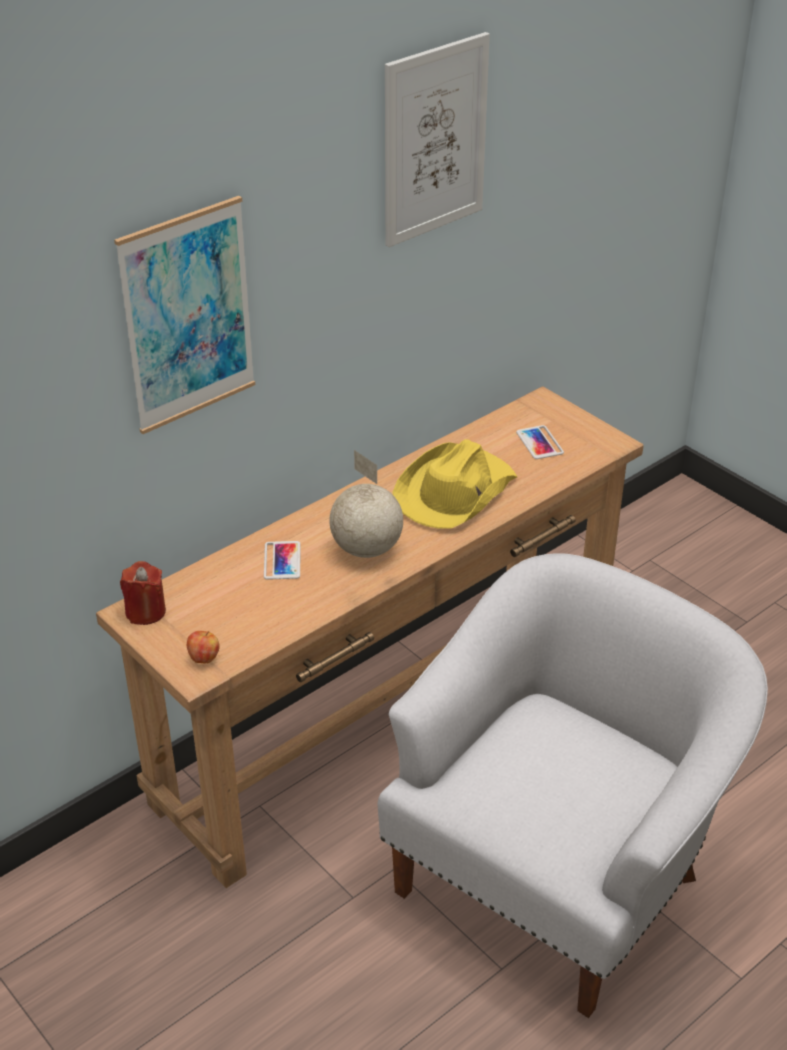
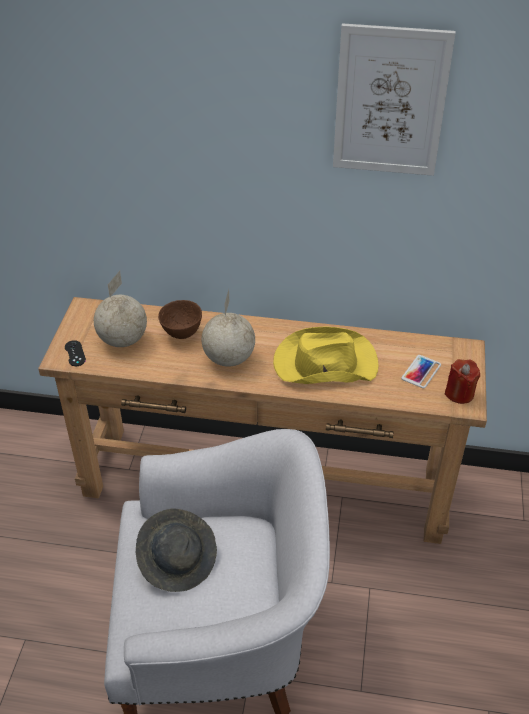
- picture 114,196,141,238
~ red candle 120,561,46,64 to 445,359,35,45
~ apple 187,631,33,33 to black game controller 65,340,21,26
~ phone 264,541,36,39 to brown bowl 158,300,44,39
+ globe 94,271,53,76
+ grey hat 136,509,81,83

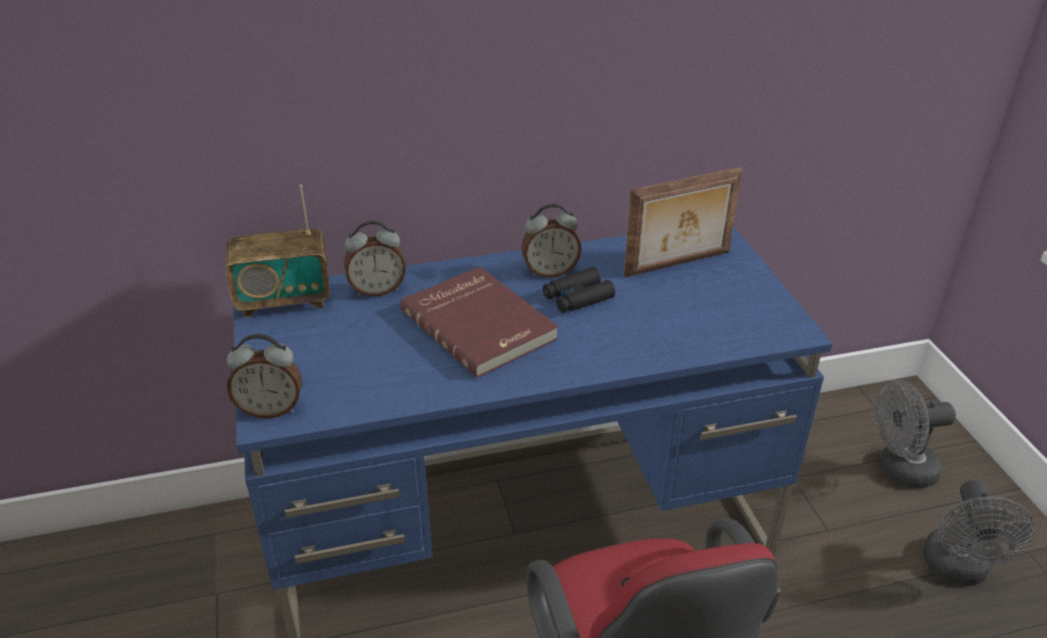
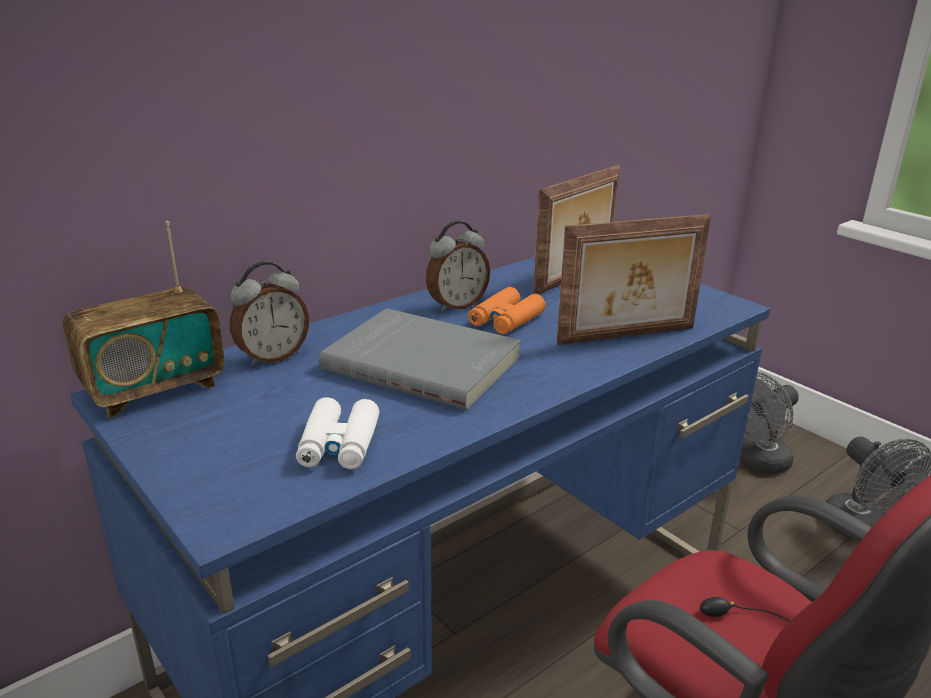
- alarm clock 227,334,75,85
~ red book 400,267,159,111 to grey book 319,308,202,102
~ black binoculars 543,267,72,46 to orange binoculars 468,287,78,47
+ white binoculars 296,397,84,72
+ picture frame 556,214,155,131

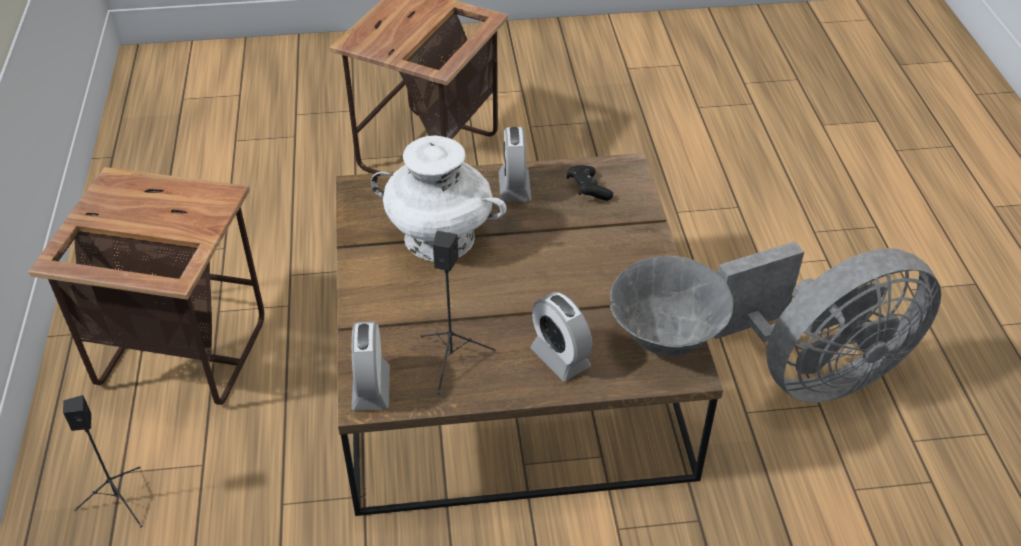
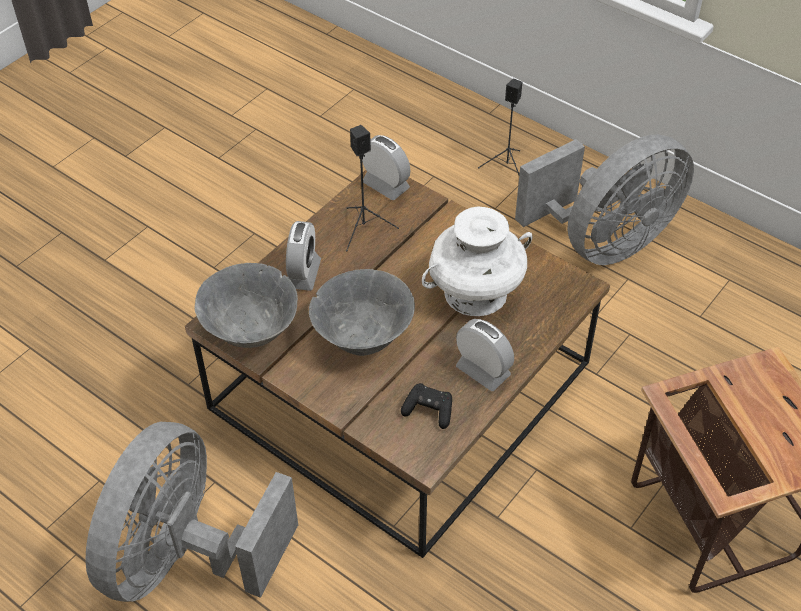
~ side table 28,167,236,238 to grey fan 515,134,179,131
~ alarm clock 530,292,62,89 = 286,221,35,70 90 degrees clockwise
+ grey bowl 309,269,106,87

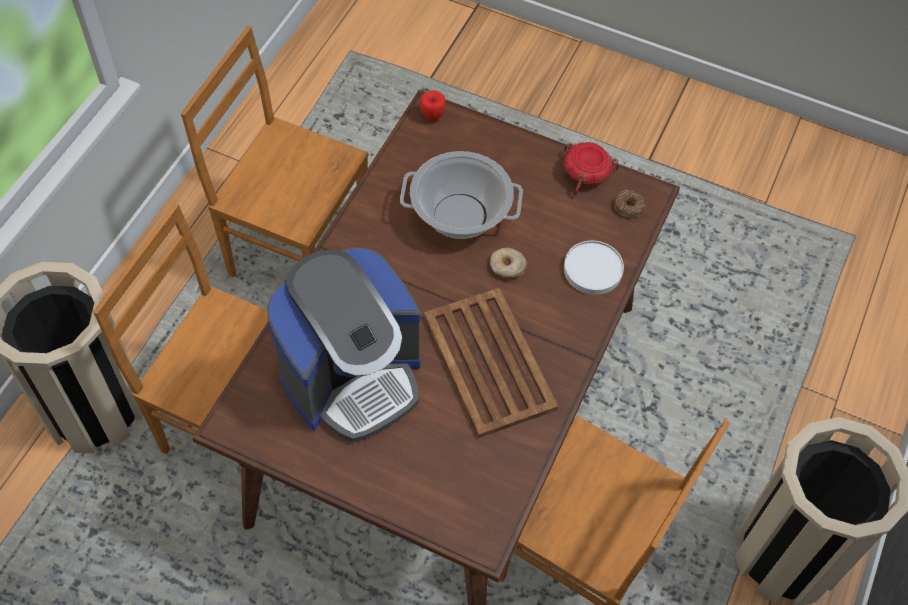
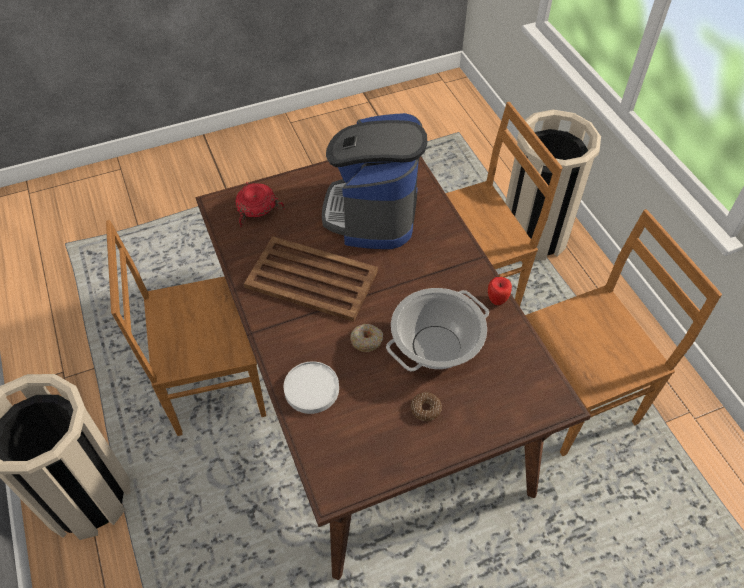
~ apple 420,90,26,31 to 488,277,24,28
~ red bowl 563,142,56,55 to 235,182,50,45
~ donut 614,190,31,27 to 410,392,32,29

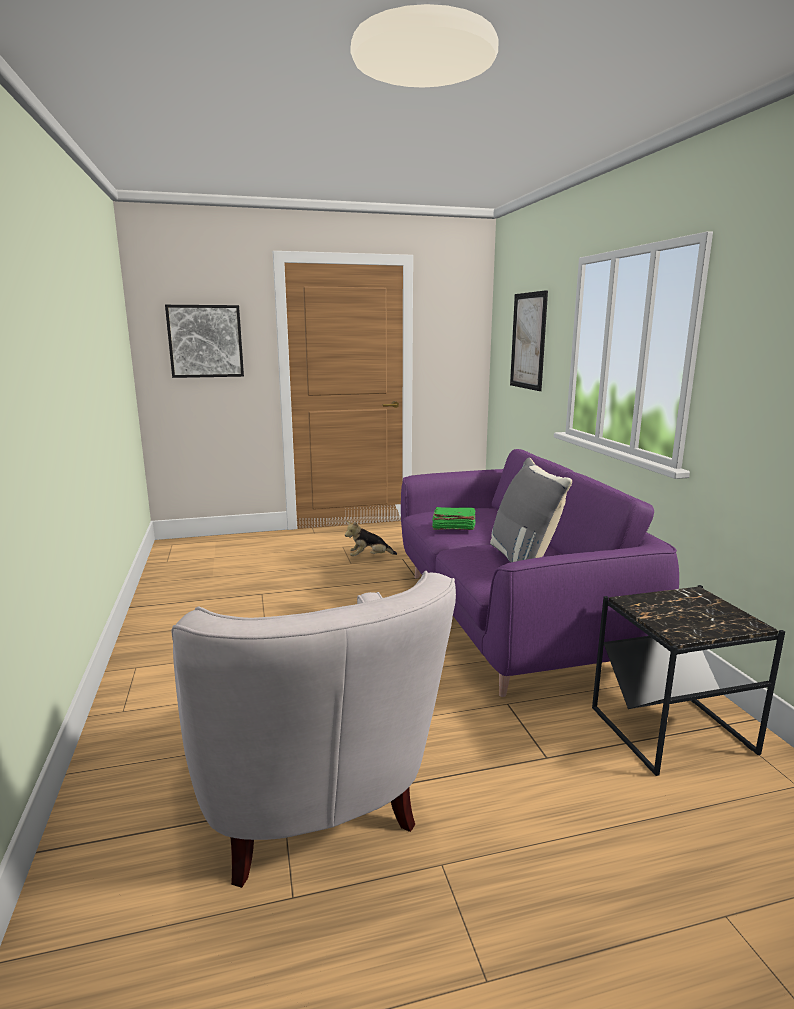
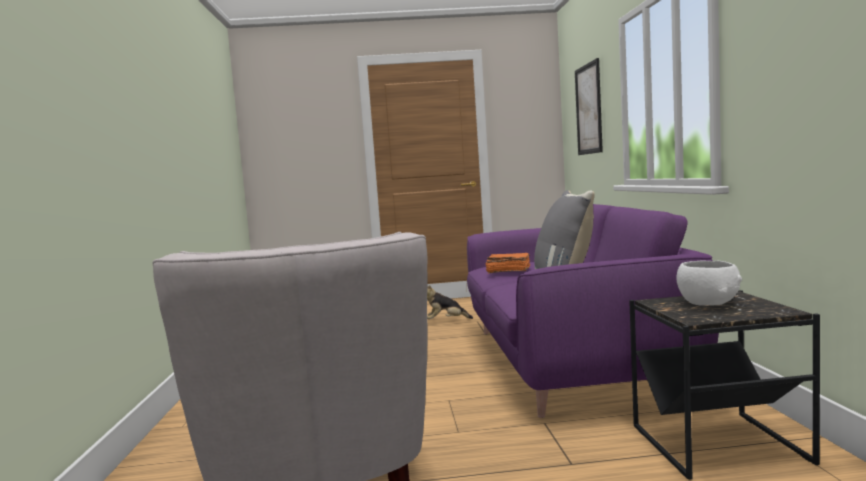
- picture 165,305,79,73
~ green book 432,507,43,23 to orange book 485,253,45,21
+ white bowl 676,260,66,46

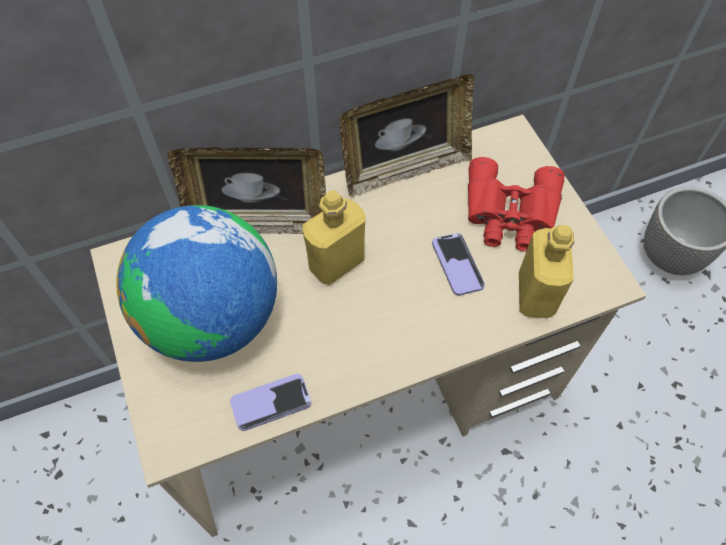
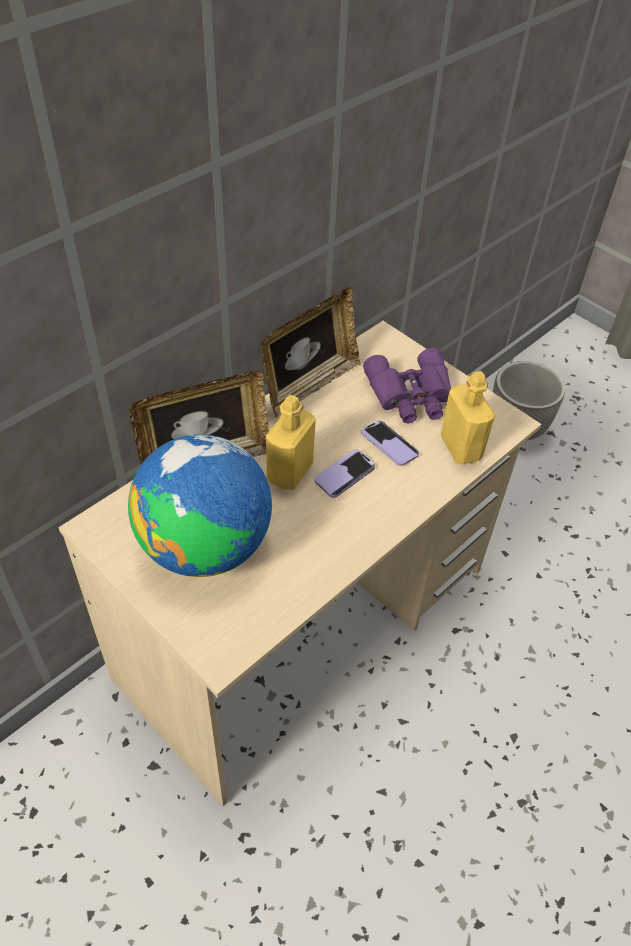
~ phone 230,374,81,57 to 315,449,60,49
~ red binoculars 468,157,96,95 to purple binoculars 363,348,88,76

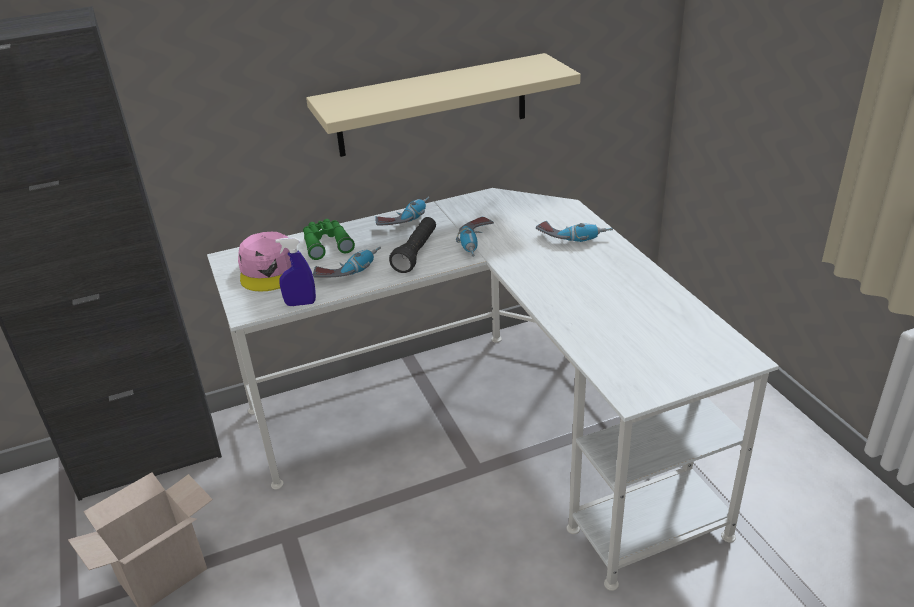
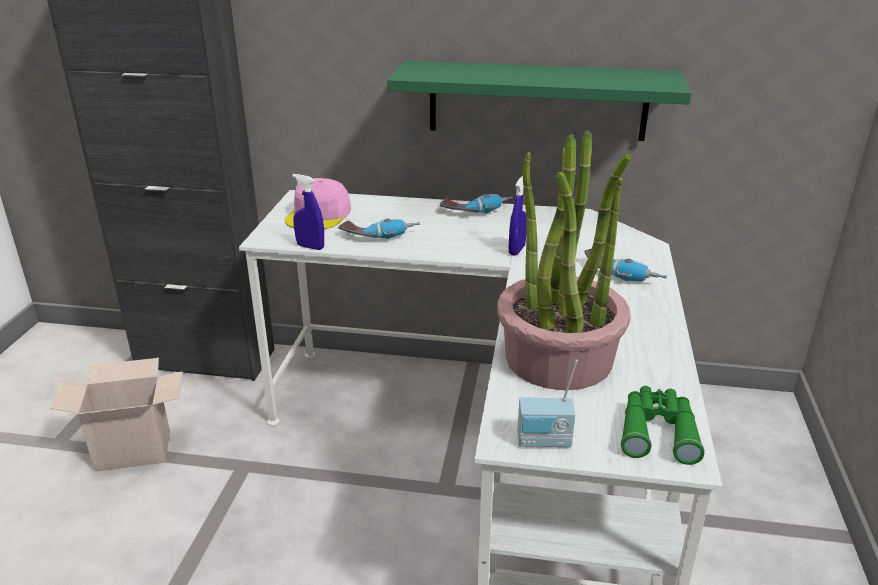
~ green binoculars 303,219,52,41 to 621,386,84,79
~ beige shelf 306,53,275,104 to green shelf 387,61,305,80
- black flashlight 389,217,47,56
~ power drill 456,217,38,40 to blue spray bottle 509,176,17,80
+ potted plant 497,130,134,260
+ radio 517,359,61,88

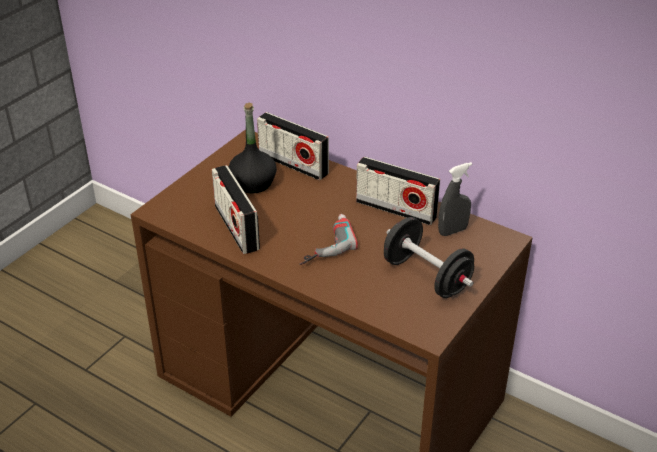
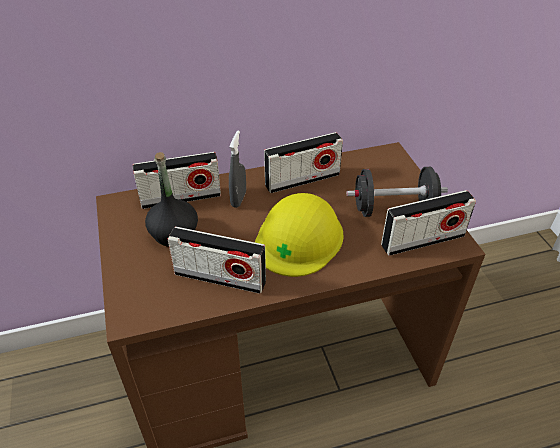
~ power drill 299,214,59,51 to yellow hard hat 255,193,88,84
~ grey spray bottle 438,162,34,74 to 229,131,17,77
+ radio 381,190,95,66

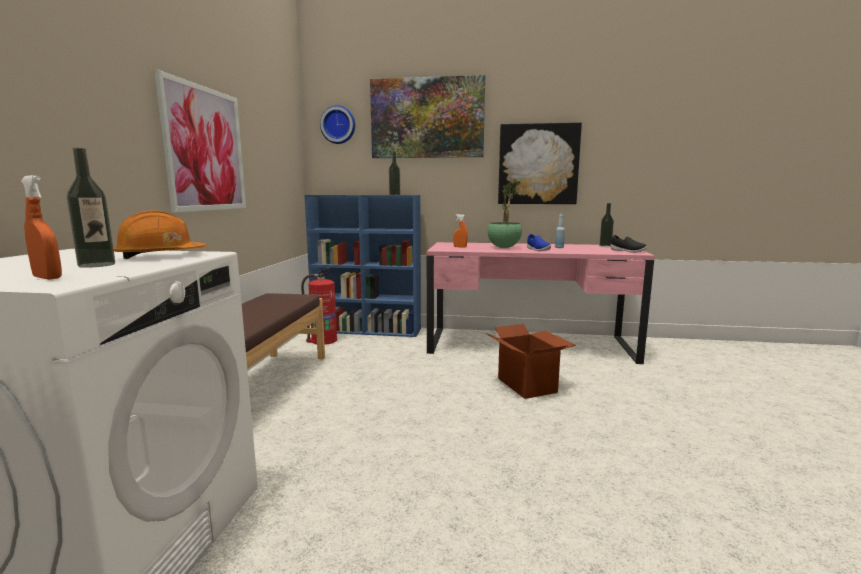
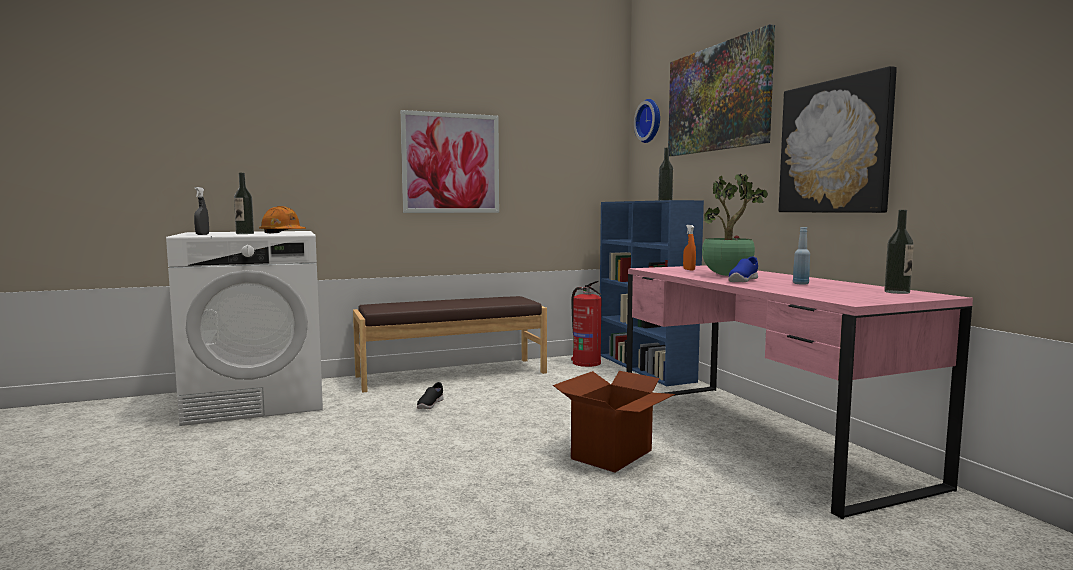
~ orange spray bottle 21,175,41,105 to grey spray bottle 194,187,15,48
~ black shoe 610,235,37,18 to 417,382,27,27

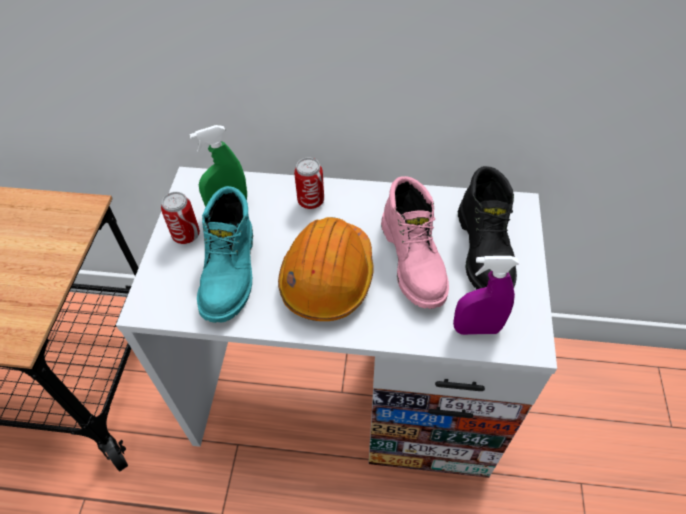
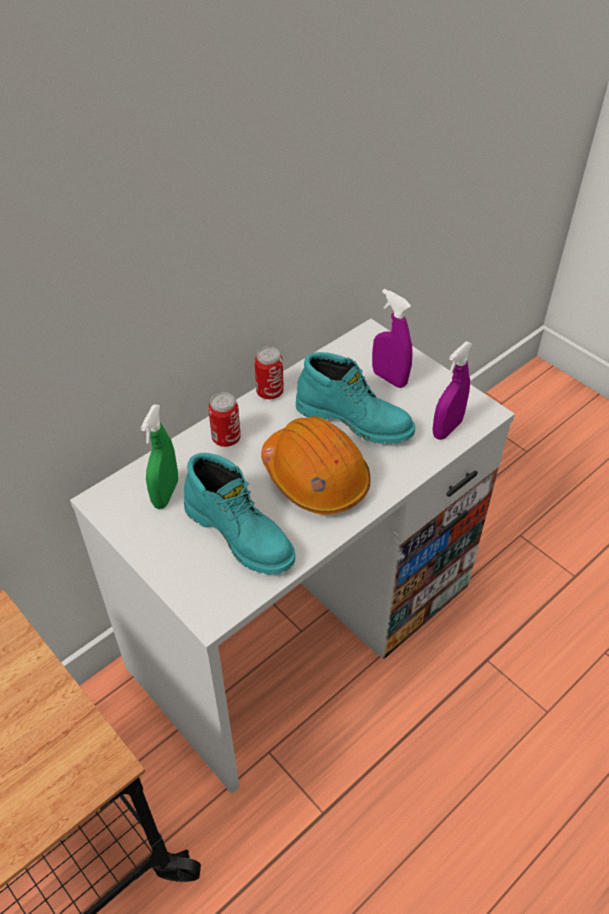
~ can 161,192,39,52 to 254,346,30,54
~ pink boot 381,176,68,133 to turquoise boot 296,352,119,92
~ black boot 458,166,59,123 to purple spray bottle 372,289,41,99

